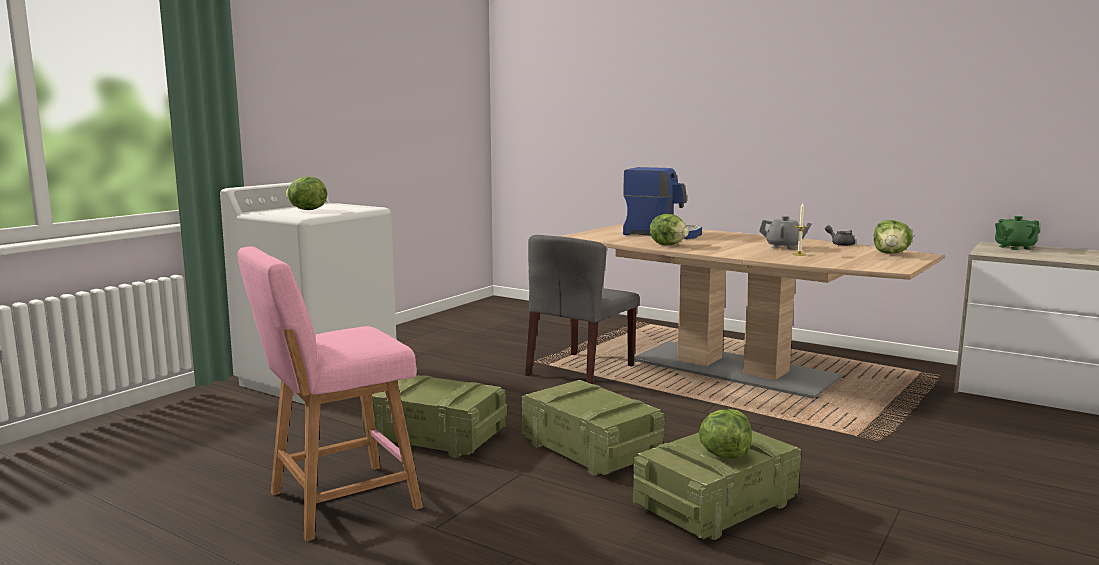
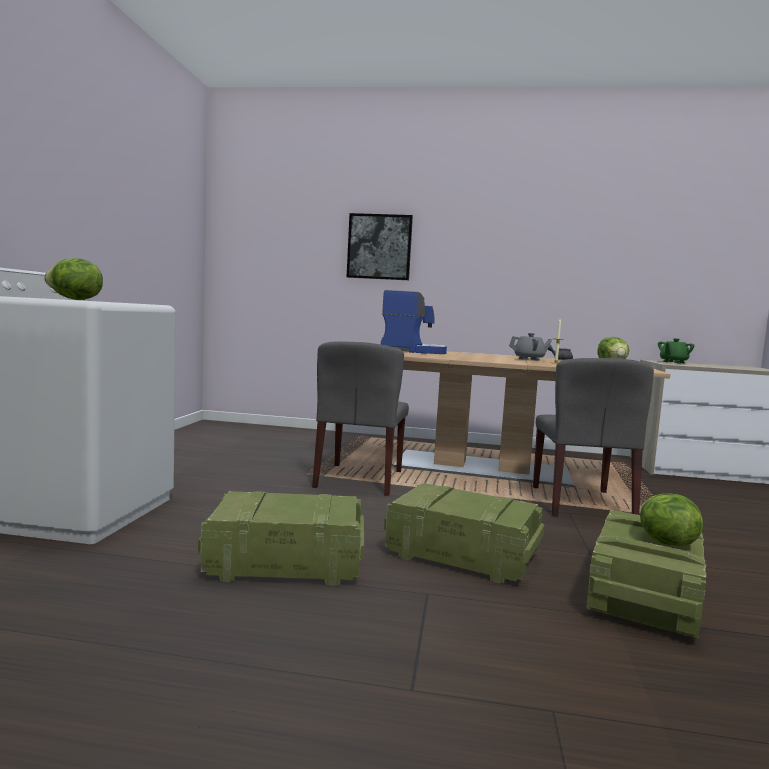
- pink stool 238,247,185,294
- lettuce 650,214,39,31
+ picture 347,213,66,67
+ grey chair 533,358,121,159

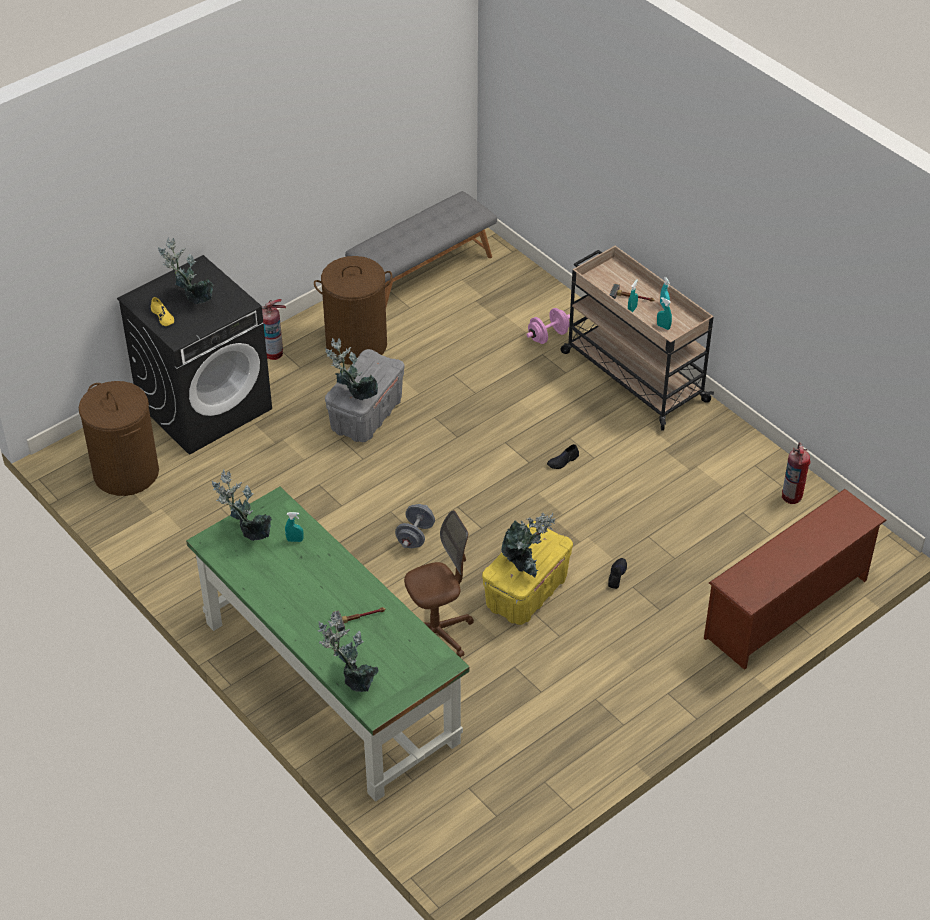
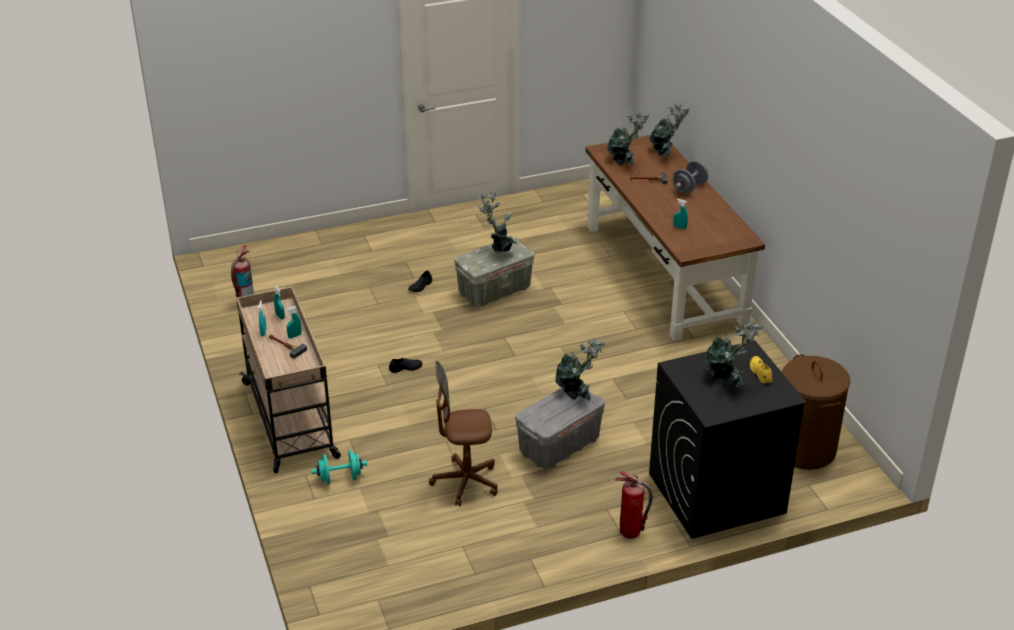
~ green desk 186,487,284,315 to brown desk 585,135,180,206
~ potted plant 212,469,60,72 to 607,110,42,56
- brown laundry basket 314,256,78,109
- grey bench 345,191,152,115
~ grey dumbbell 395,504,40,44 to 673,161,35,33
~ brown office chair 404,510,70,148 to 429,361,69,145
~ yellow storage box 482,521,91,104 to grey storage box 454,237,80,69
~ pink dumbbell 526,308,44,36 to turquoise dumbbell 311,450,56,35
- brown shoe rack 704,489,183,181

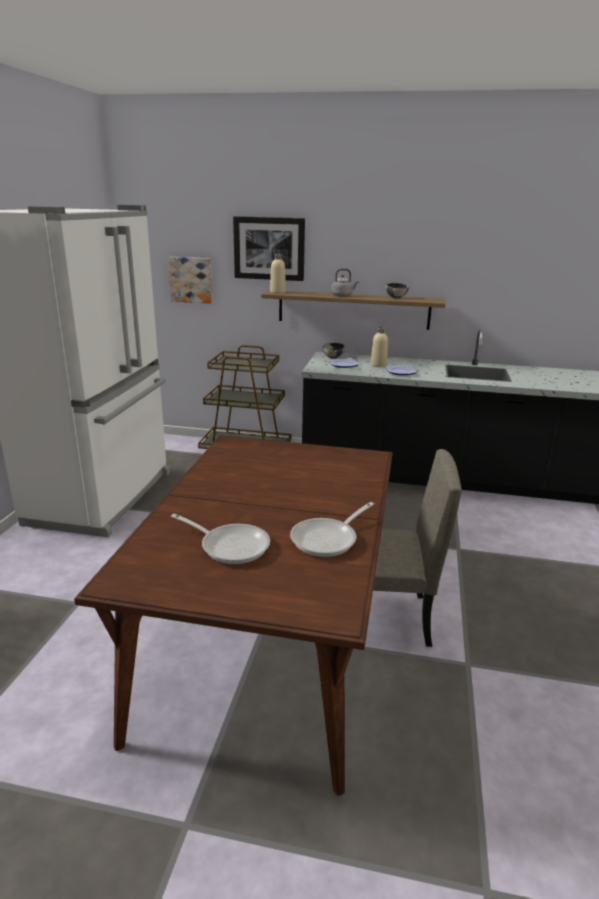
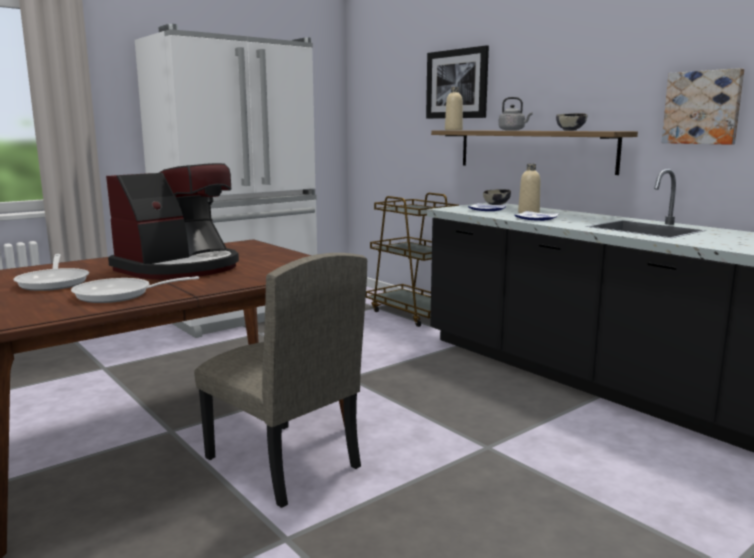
~ picture 168,257,44,47 to 662,68,82,77
+ coffee machine 106,163,133,117

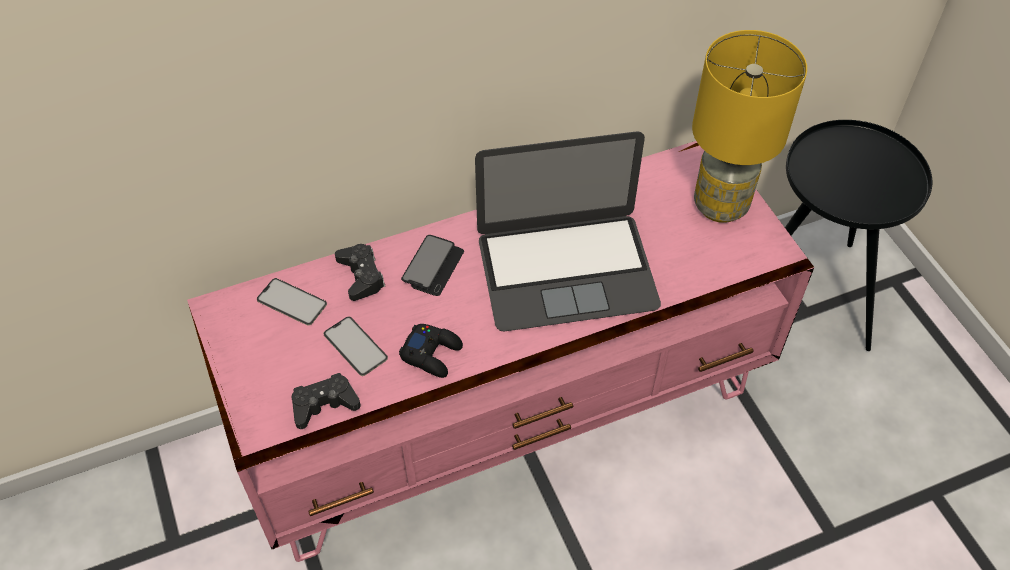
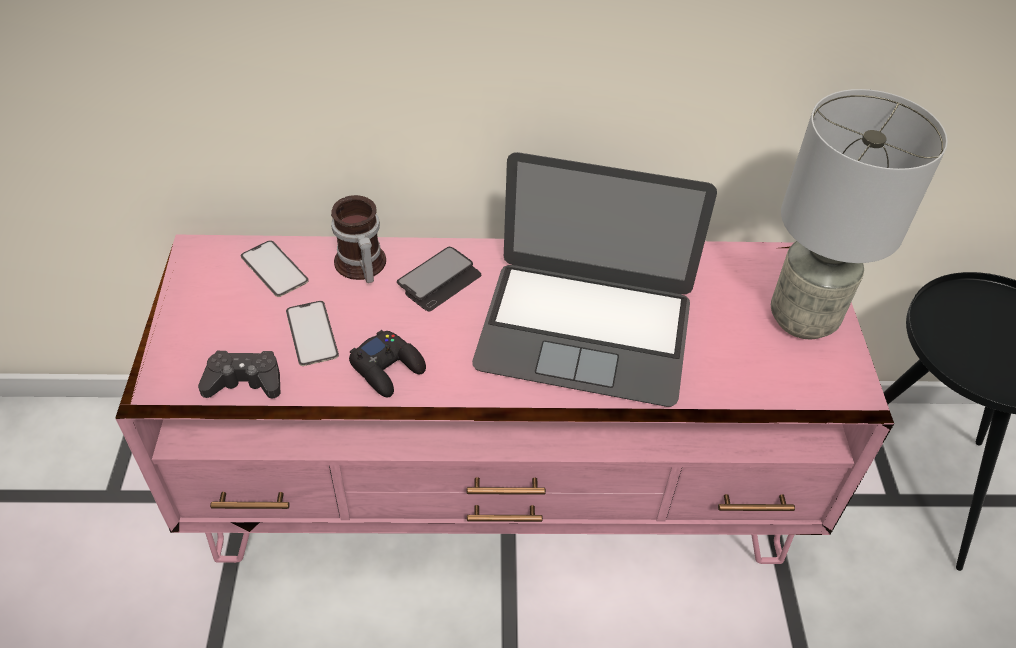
~ black game controller 335,244,51,57 to mug 331,195,55,88
~ yellow table lamp 692,30,115,193 to grey table lamp 771,89,177,250

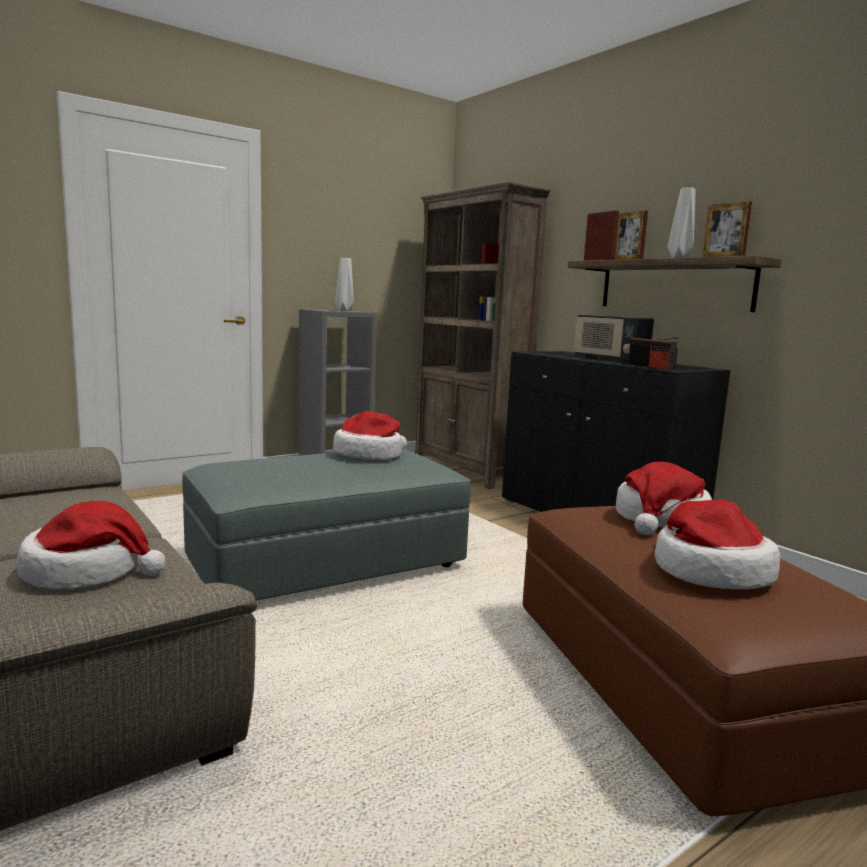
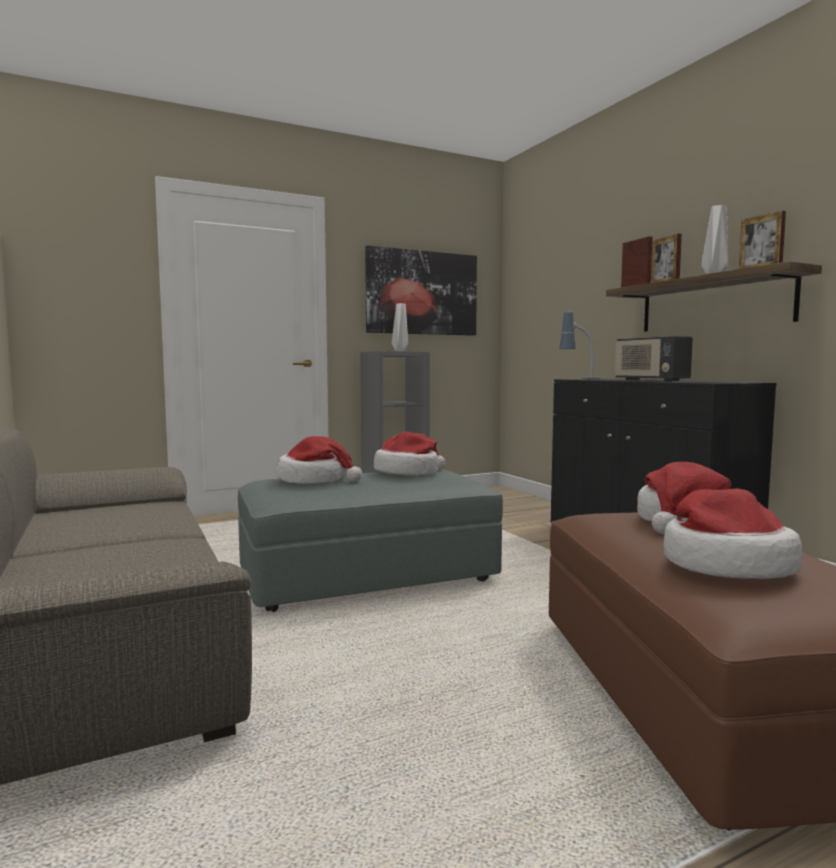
~ hat 17,501,149,88 to 276,436,86,48
- brown bookcase 415,180,136,309
- radio 628,337,50,33
+ picture 365,245,112,91
+ table lamp 560,310,41,69

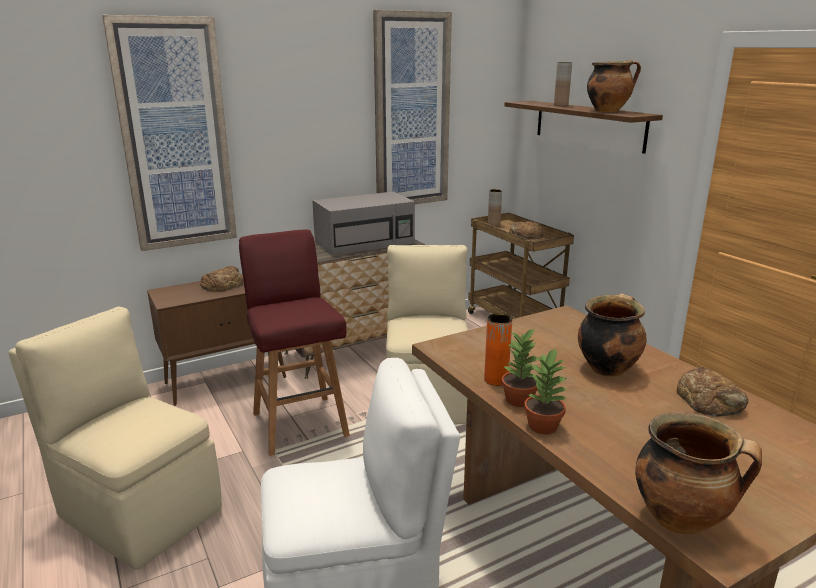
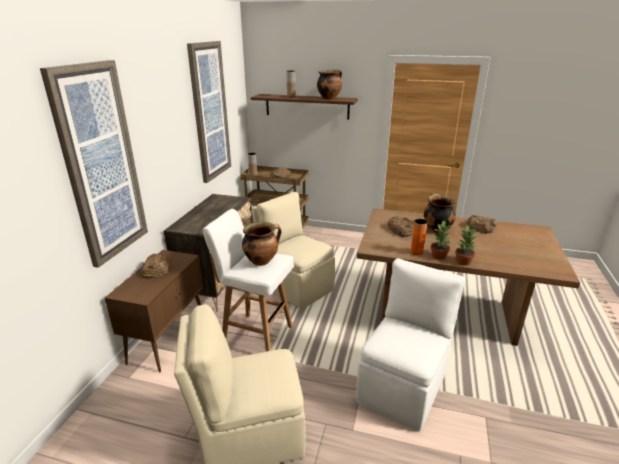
~ red stool 239,230,111,226 to white stool 203,209,91,143
- grey microwave 312,192,103,63
~ cooking pot 635,412,127,123 to 242,222,39,44
+ bread 388,216,26,21

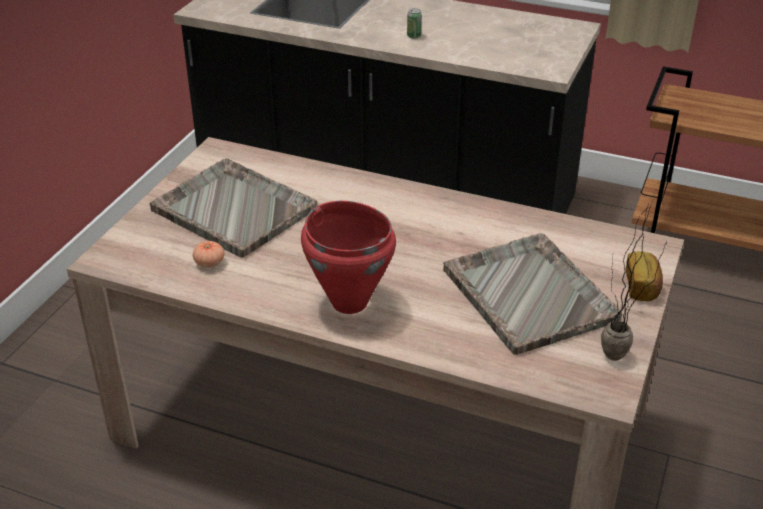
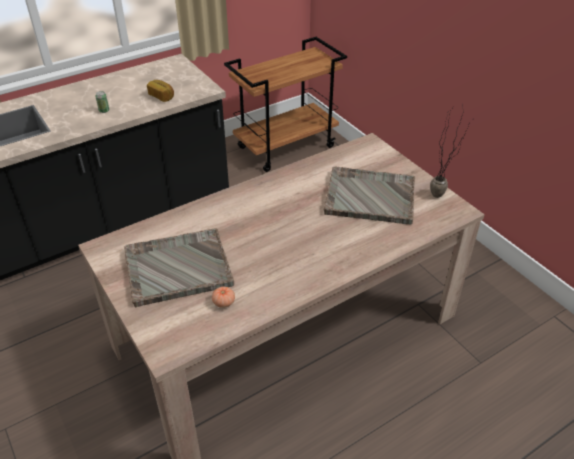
- red cooking pot 301,201,95,113
~ bread 626,251,37,50 to 147,80,27,22

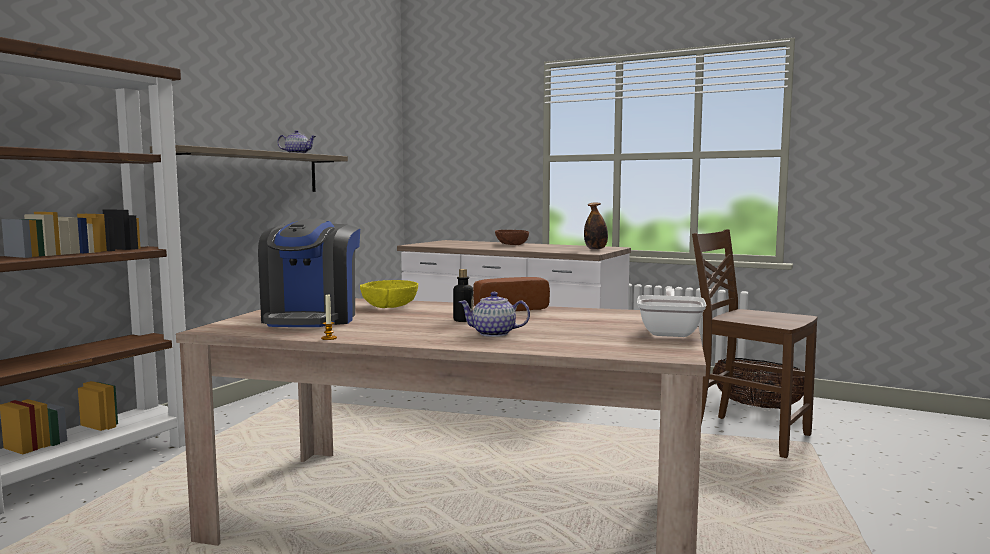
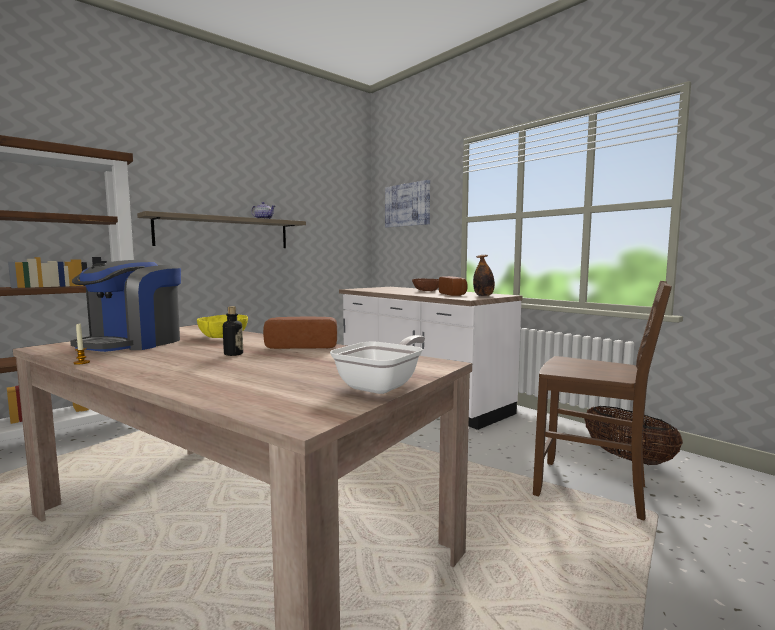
- teapot 459,292,71,45
~ brown chair 692,229,125,229 = 533,281,139,240 150 degrees clockwise
+ picture 385,180,45,48
+ bread 439,276,29,20

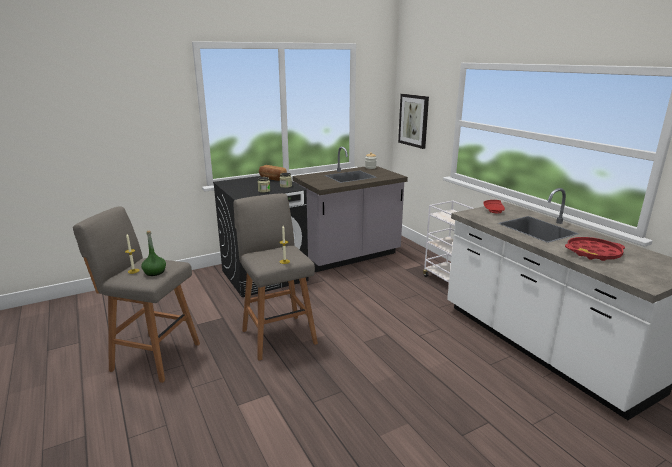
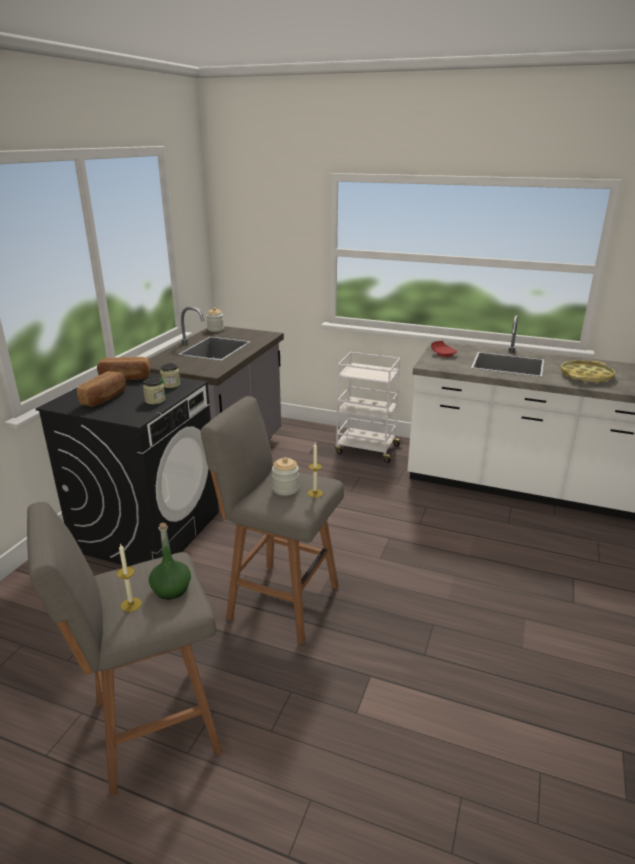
- picture 398,94,31,55
~ red tray 565,237,60,24 to yellow tray 560,360,55,23
+ bread 77,371,49,35
+ jar 272,457,27,39

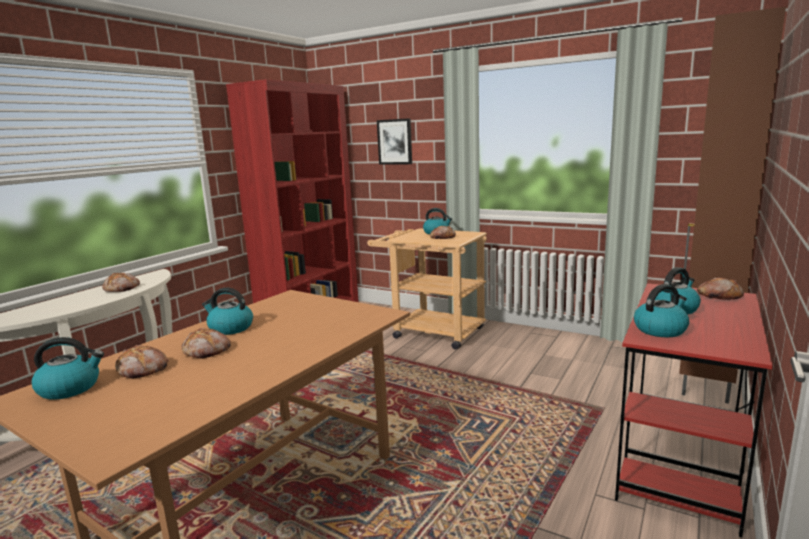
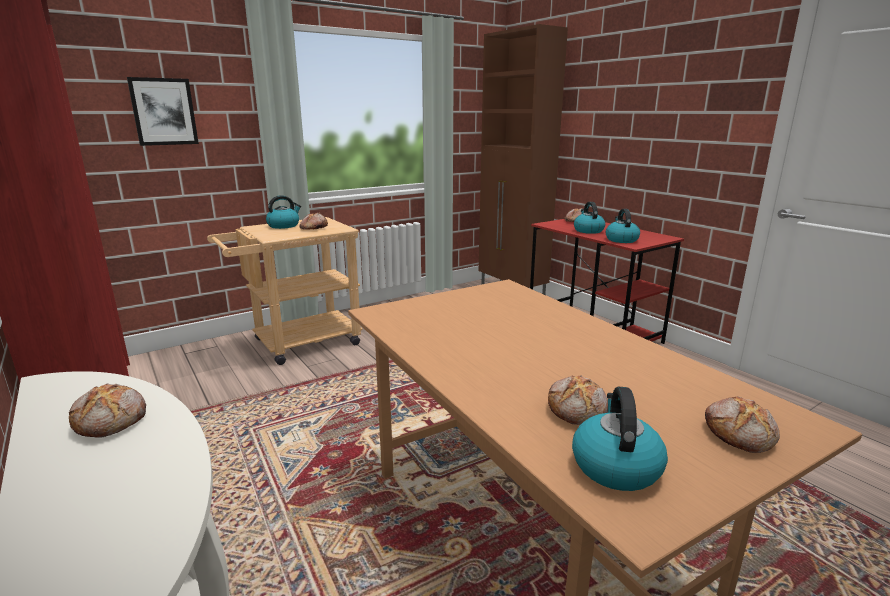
~ bread 181,328,50,31 to 705,396,75,57
- kettle 202,288,51,47

